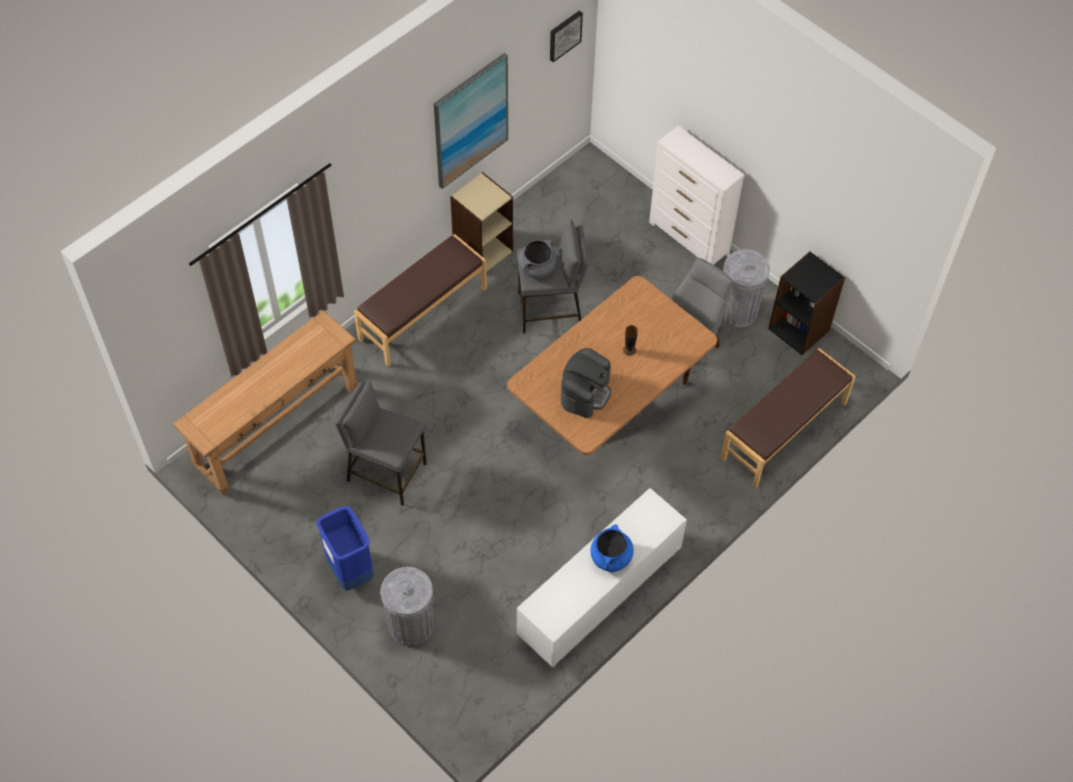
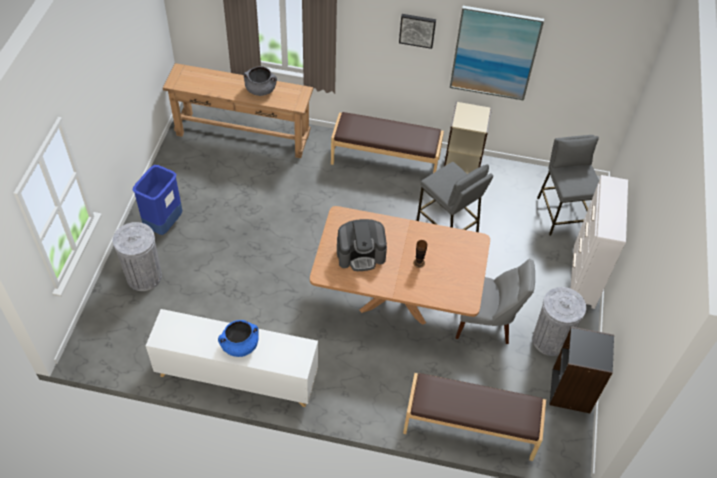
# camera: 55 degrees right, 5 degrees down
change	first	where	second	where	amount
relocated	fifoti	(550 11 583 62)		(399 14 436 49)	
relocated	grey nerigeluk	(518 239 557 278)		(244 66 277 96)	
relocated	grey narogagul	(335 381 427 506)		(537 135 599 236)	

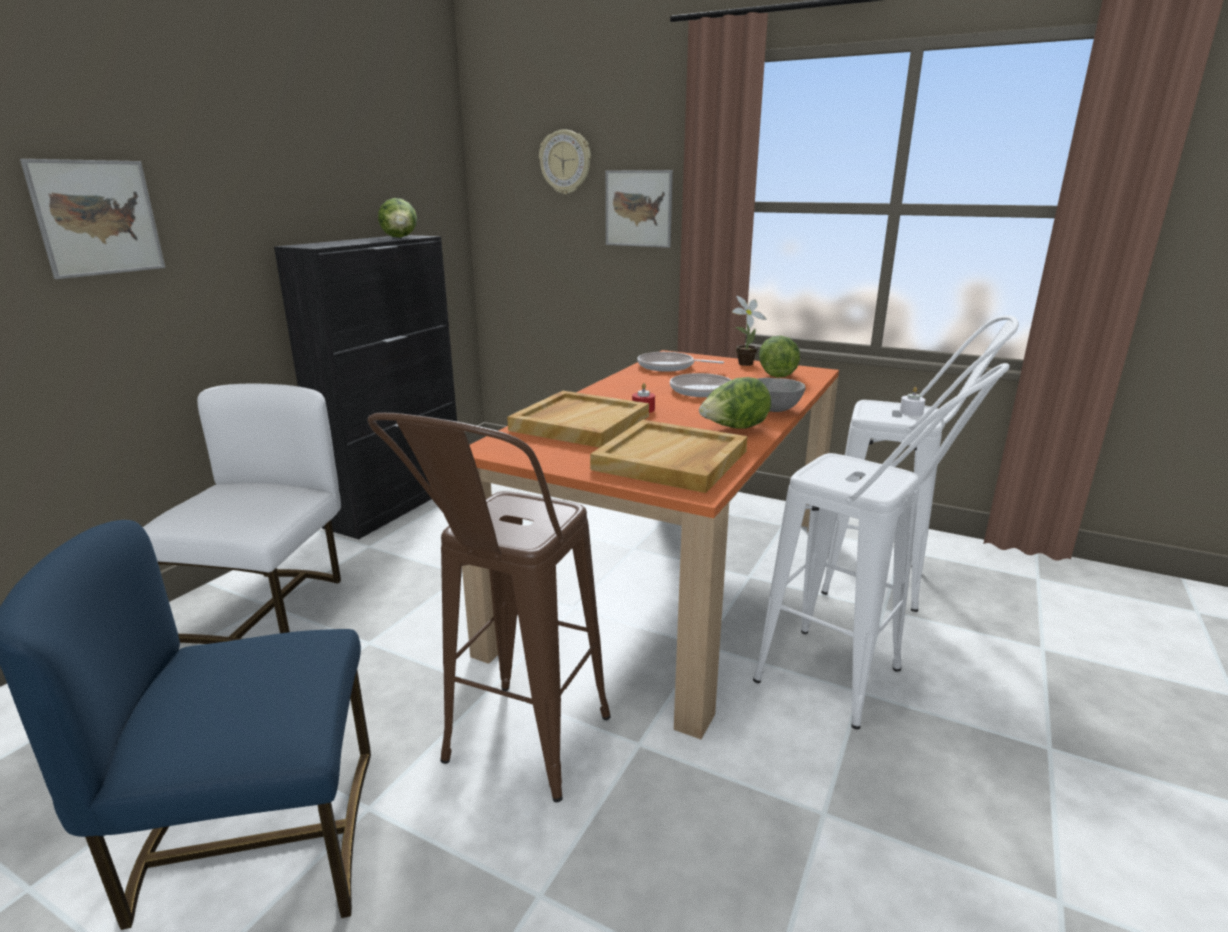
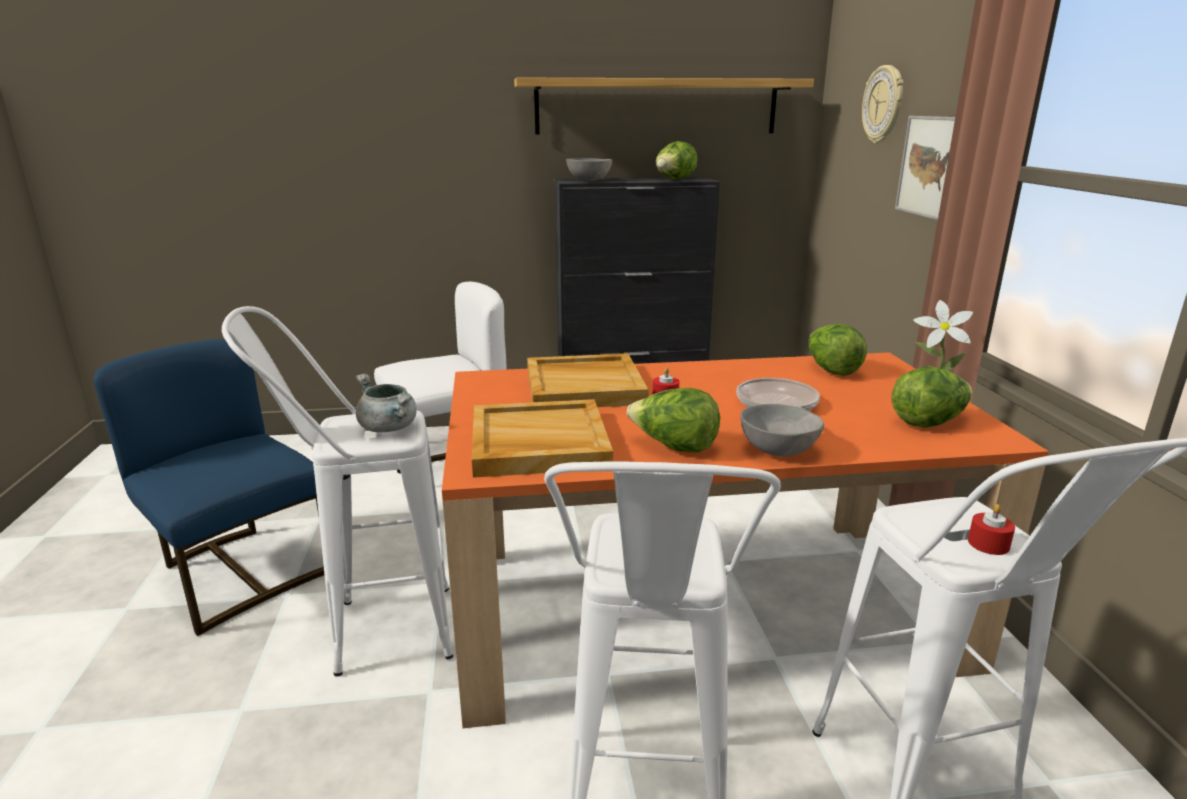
# camera: 55 degrees right, 0 degrees up
change	first	where	second	where	amount
missing	fifoti	(20 159 165 279)			
exchanged	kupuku	(637 352 724 372)	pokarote	(808 324 867 376)	
colour	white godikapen	(899 387 925 416)	red godikapen	(968 504 1015 555)	
colour	brown narogagul	(367 413 611 802)	white narogagul	(222 306 453 677)	
appeared			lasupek	(514 78 814 134)	
appeared			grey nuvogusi	(566 158 612 181)	
appeared			grey nerigeluk	(356 373 417 433)	

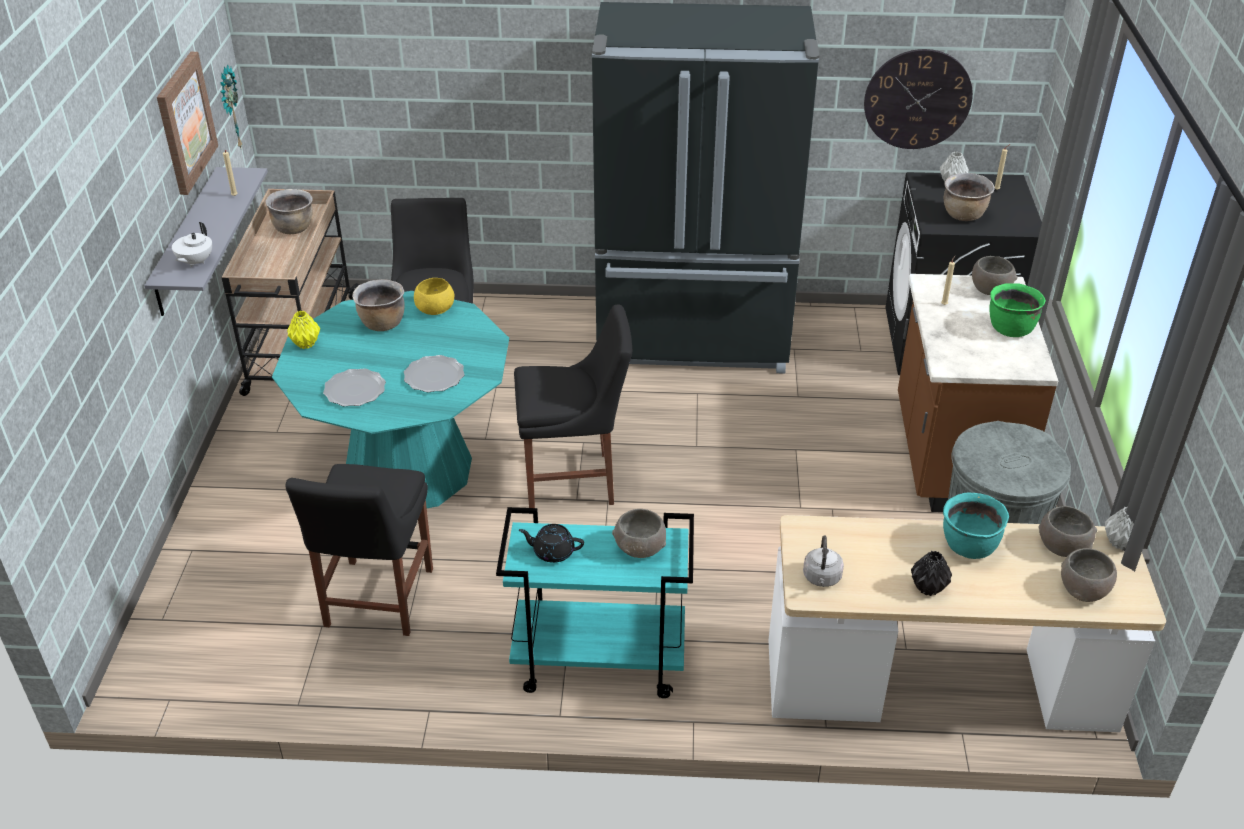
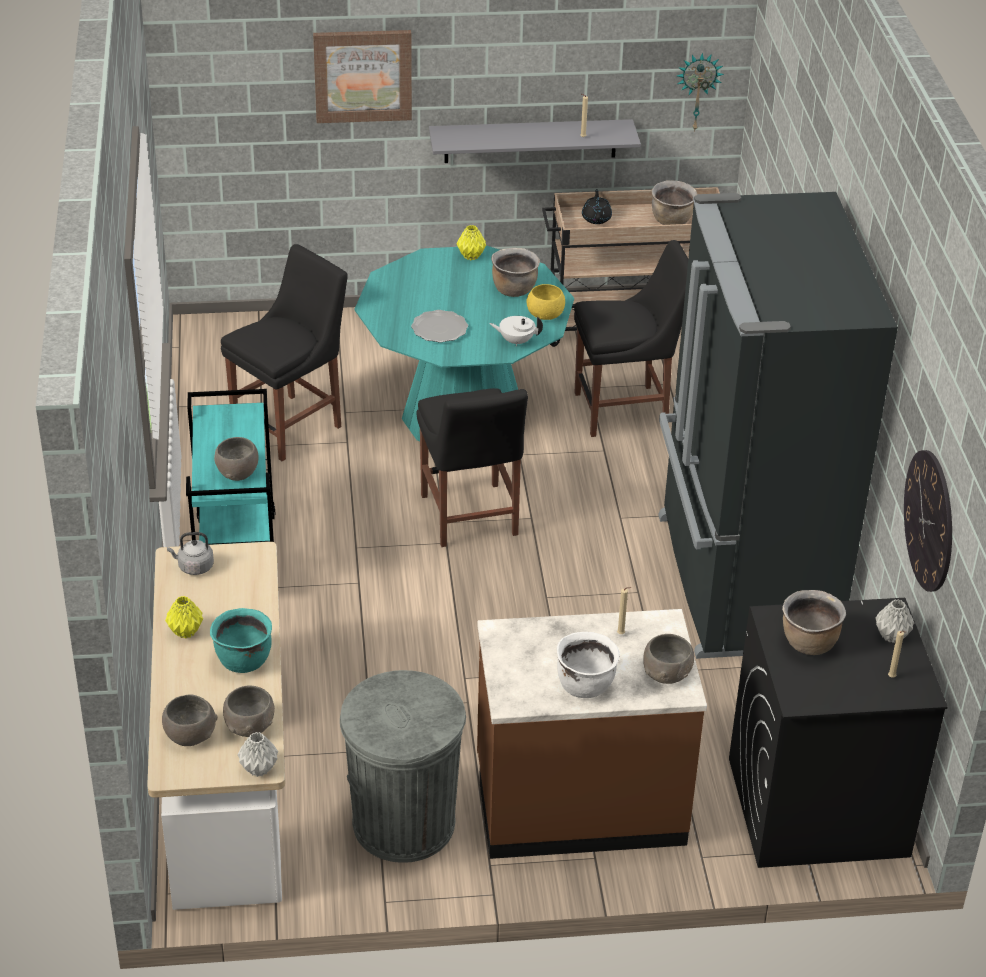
# camera: 80 degrees right, 0 degrees up
change	first	where	second	where	amount
relocated	fifoti	(157 52 218 195)		(313 30 412 123)	
relocated	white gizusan	(172 222 212 267)		(489 316 543 346)	
colour	green nerigeluk	(989 283 1046 337)	white nerigeluk	(557 632 620 698)	
missing	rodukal	(323 368 386 407)			
spun	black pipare	(285 464 433 636)		(221 244 348 461)	135 degrees clockwise
relocated	black gizusan	(519 524 584 563)		(582 189 612 224)	
colour	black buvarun	(911 551 952 596)	yellow buvarun	(165 596 203 639)	

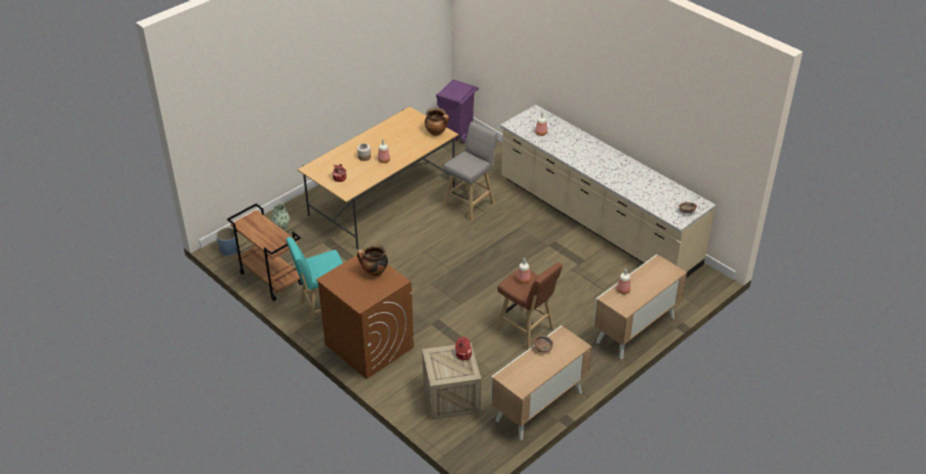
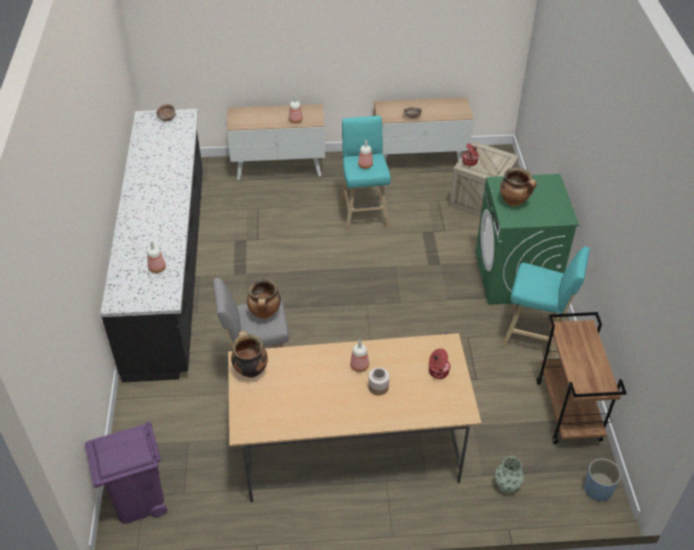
# camera: 140 degrees left, 5 degrees up
change	first	where	second	where	amount
colour	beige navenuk	(500 105 716 278)	black navenuk	(100 109 203 383)	
colour	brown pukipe	(316 254 414 379)	green pukipe	(475 174 579 305)	
colour	brown narogagul	(495 262 562 350)	turquoise narogagul	(340 116 391 232)	
appeared			nerigeluk	(247 278 281 319)	

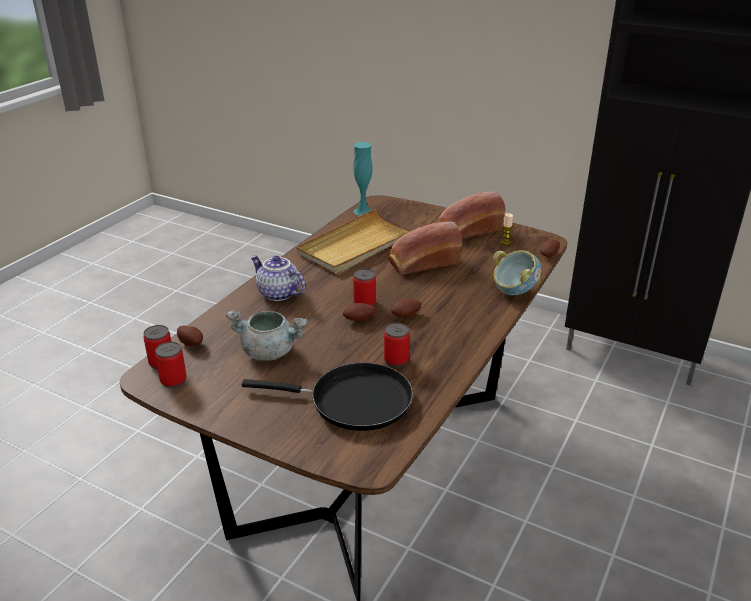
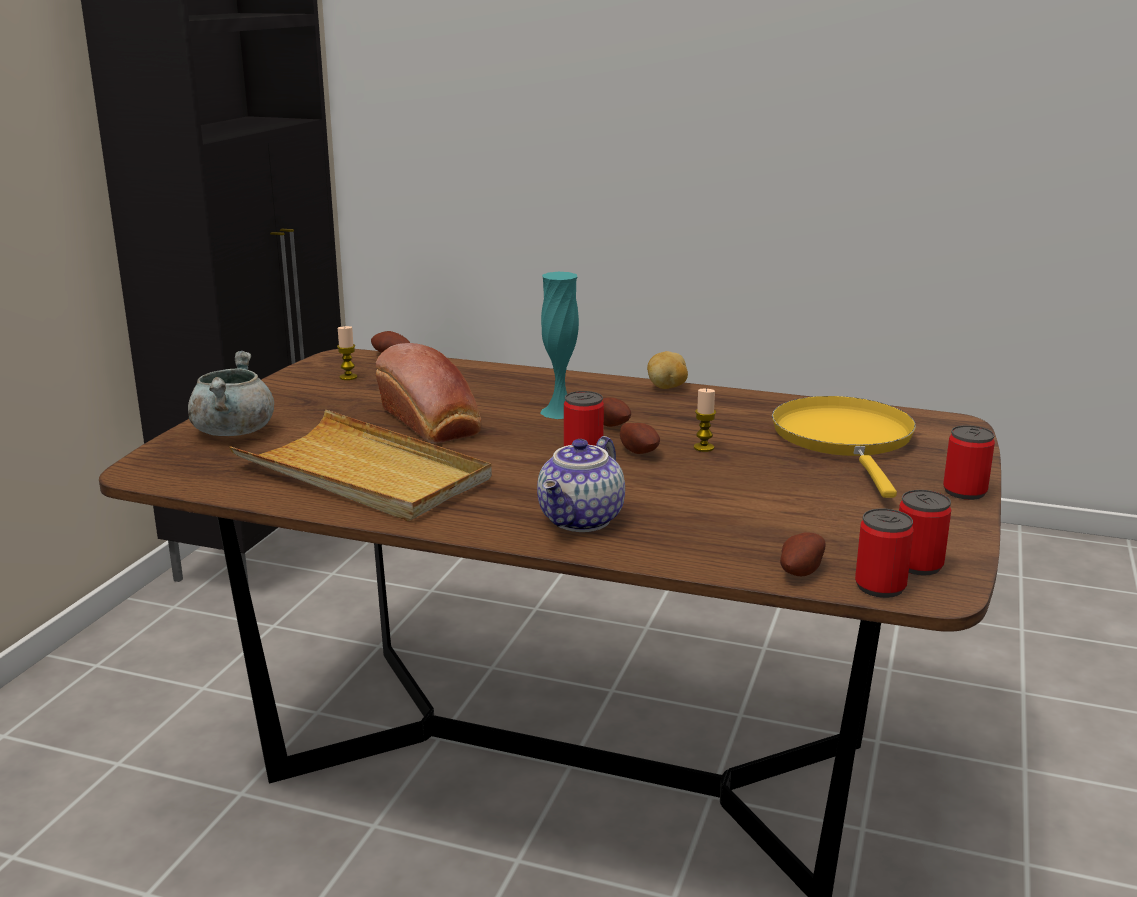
# camera: 100 degrees left, 10 degrees down
change	first	where	second	where	amount
relocated	turquoise buvarun	(353 142 373 216)		(540 272 579 419)	
missing	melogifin	(438 191 505 239)			
missing	nuvogusi	(493 250 541 295)			
relocated	grey nerigeluk	(226 310 308 361)		(188 351 274 436)	
relocated	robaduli	(384 323 410 367)		(943 425 995 500)	
colour	black kupuku	(242 362 413 431)	yellow kupuku	(772 396 916 498)	
appeared			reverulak	(647 351 688 389)	
appeared			godikapen	(694 388 716 452)	

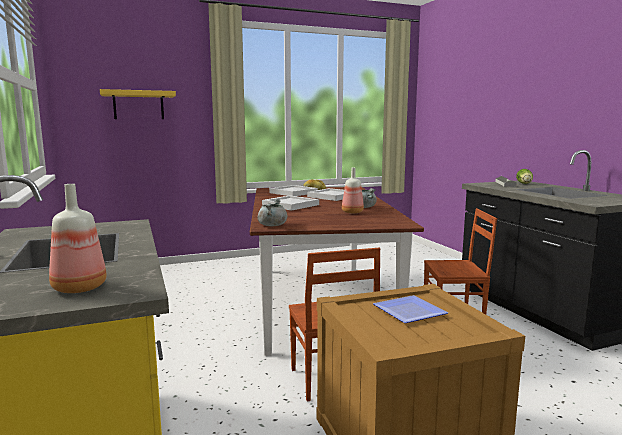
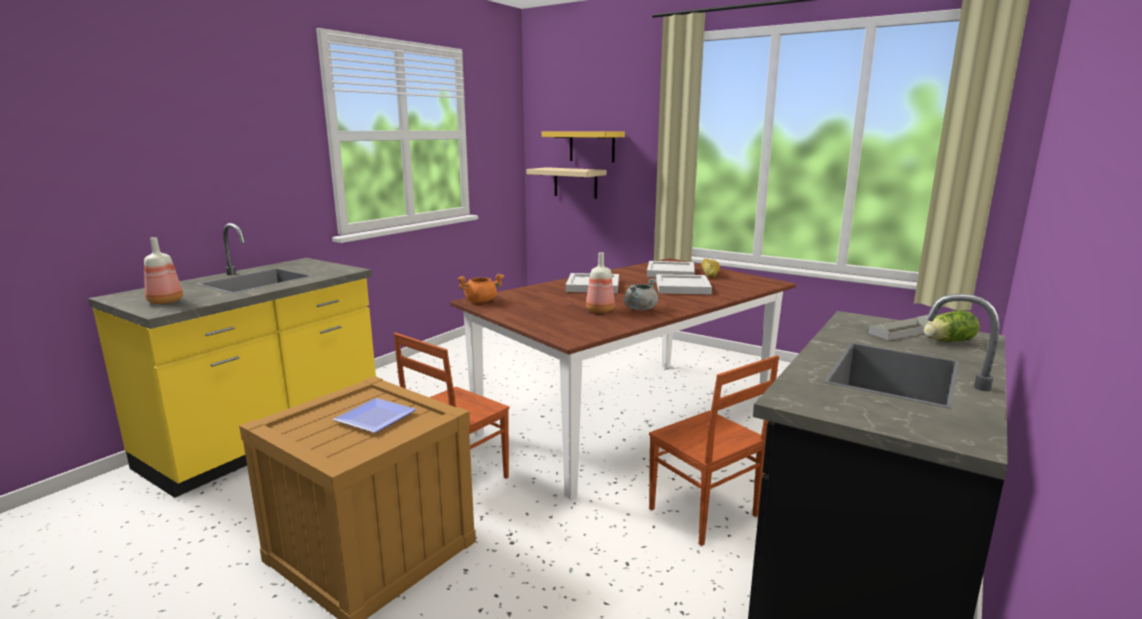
# camera: 55 degrees right, 5 degrees up
change	first	where	second	where	amount
colour	grey nerigeluk	(257 199 287 226)	orange nerigeluk	(457 274 504 303)	
appeared			beige lasupek	(526 167 607 199)	

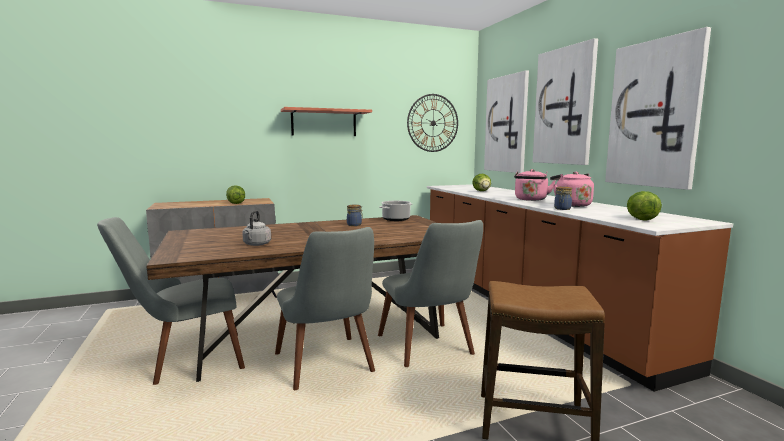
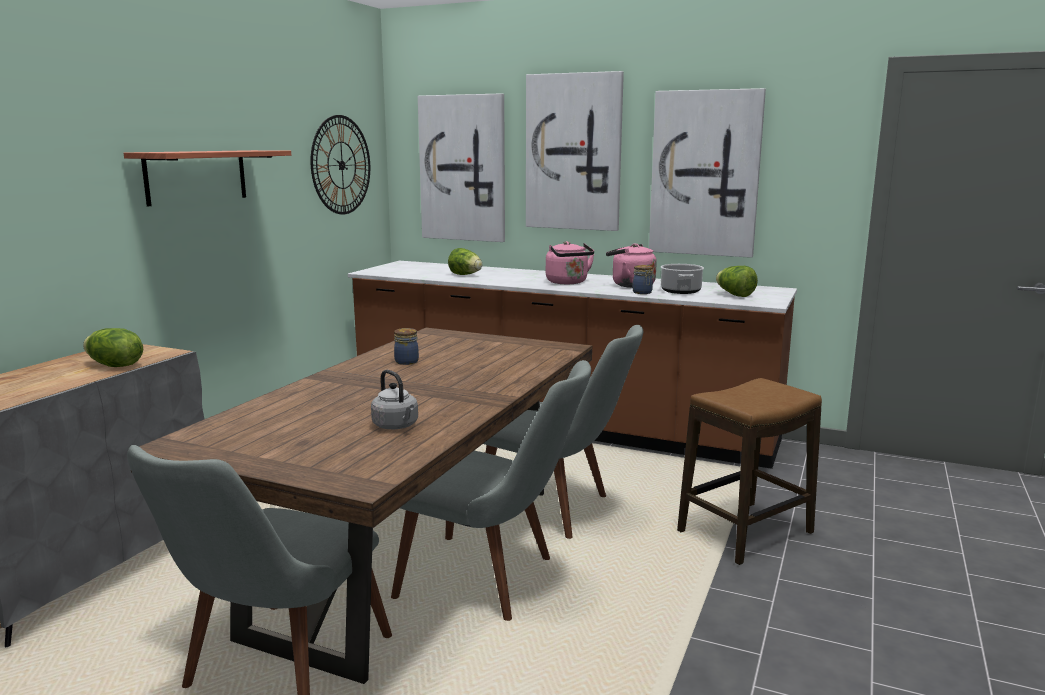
# camera: 45 degrees left, 5 degrees up
change	first	where	second	where	amount
relocated	nerigeluk	(379 201 412 221)		(661 264 704 294)	

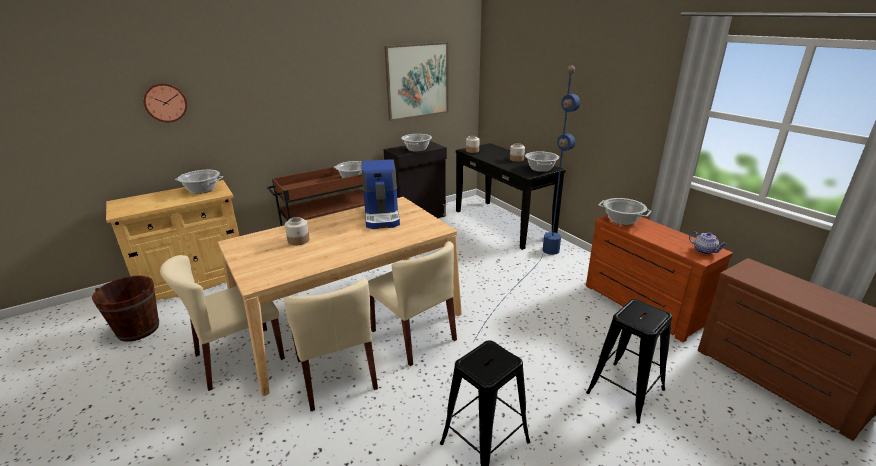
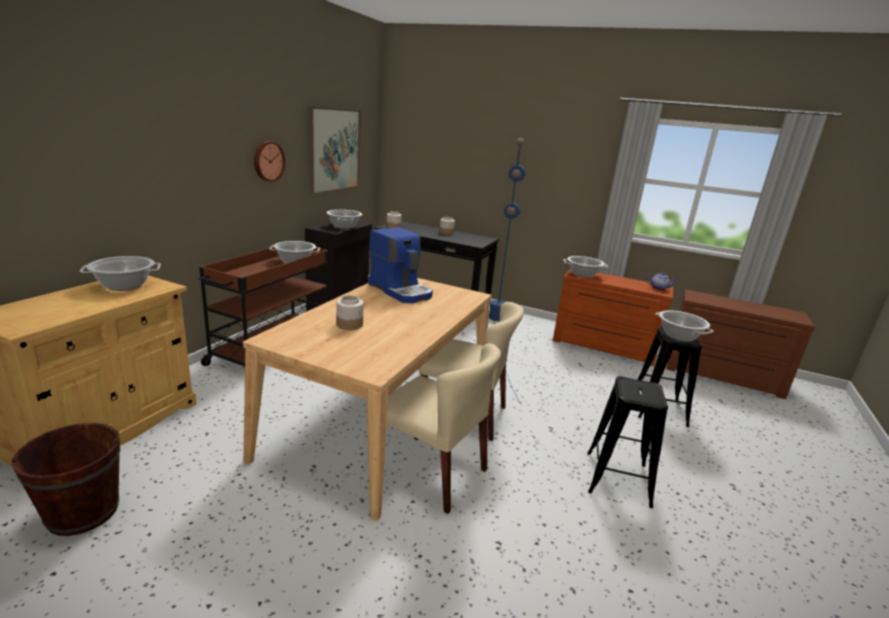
# camera: 35 degrees left, 5 degrees down
change	first	where	second	where	amount
relocated	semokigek	(143 83 187 122)		(254 141 285 182)	
relocated	nerigeluk	(525 151 559 172)		(655 311 714 342)	
missing	beige pipare	(160 255 285 391)			

